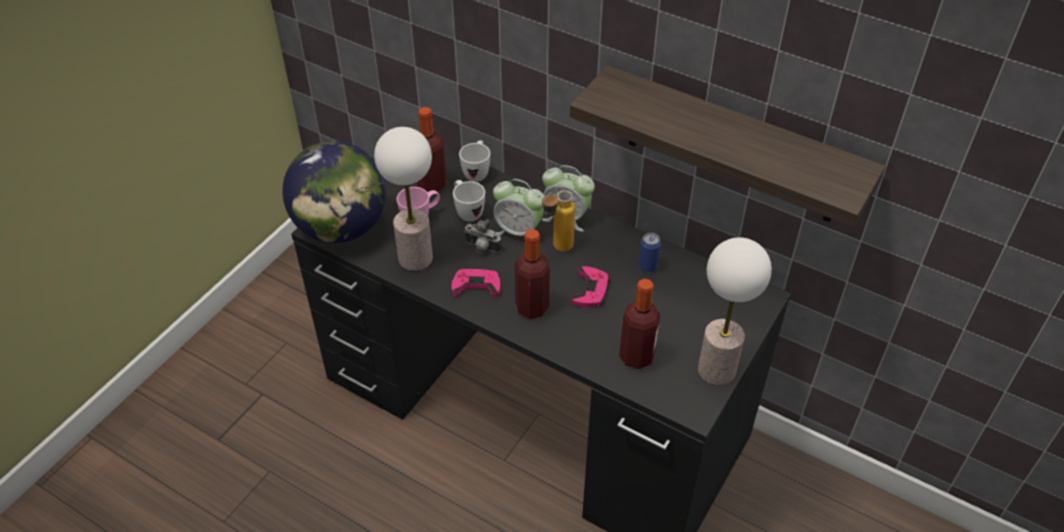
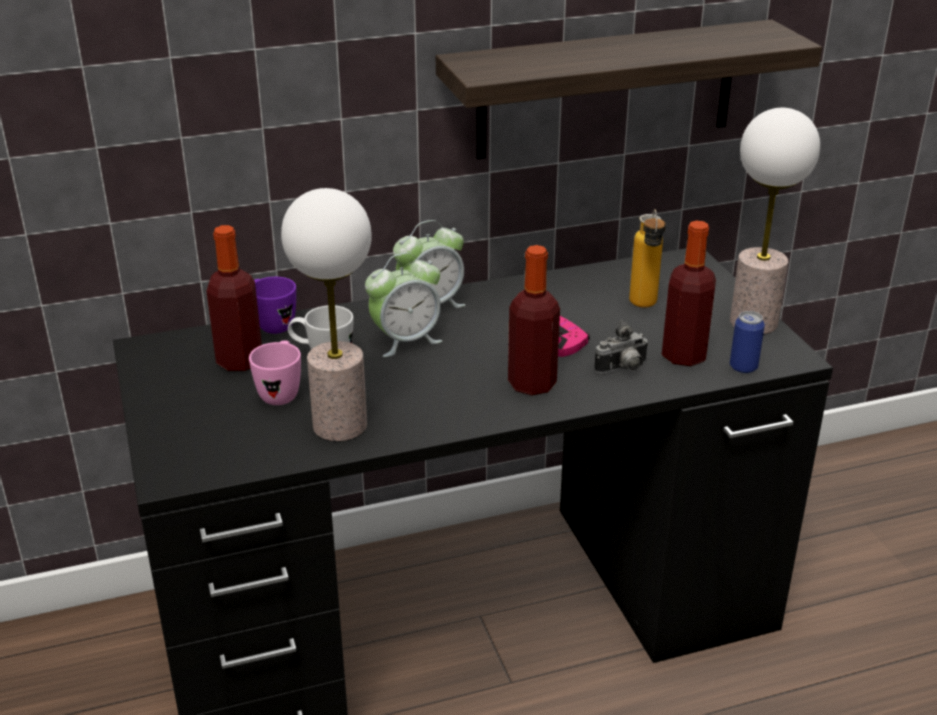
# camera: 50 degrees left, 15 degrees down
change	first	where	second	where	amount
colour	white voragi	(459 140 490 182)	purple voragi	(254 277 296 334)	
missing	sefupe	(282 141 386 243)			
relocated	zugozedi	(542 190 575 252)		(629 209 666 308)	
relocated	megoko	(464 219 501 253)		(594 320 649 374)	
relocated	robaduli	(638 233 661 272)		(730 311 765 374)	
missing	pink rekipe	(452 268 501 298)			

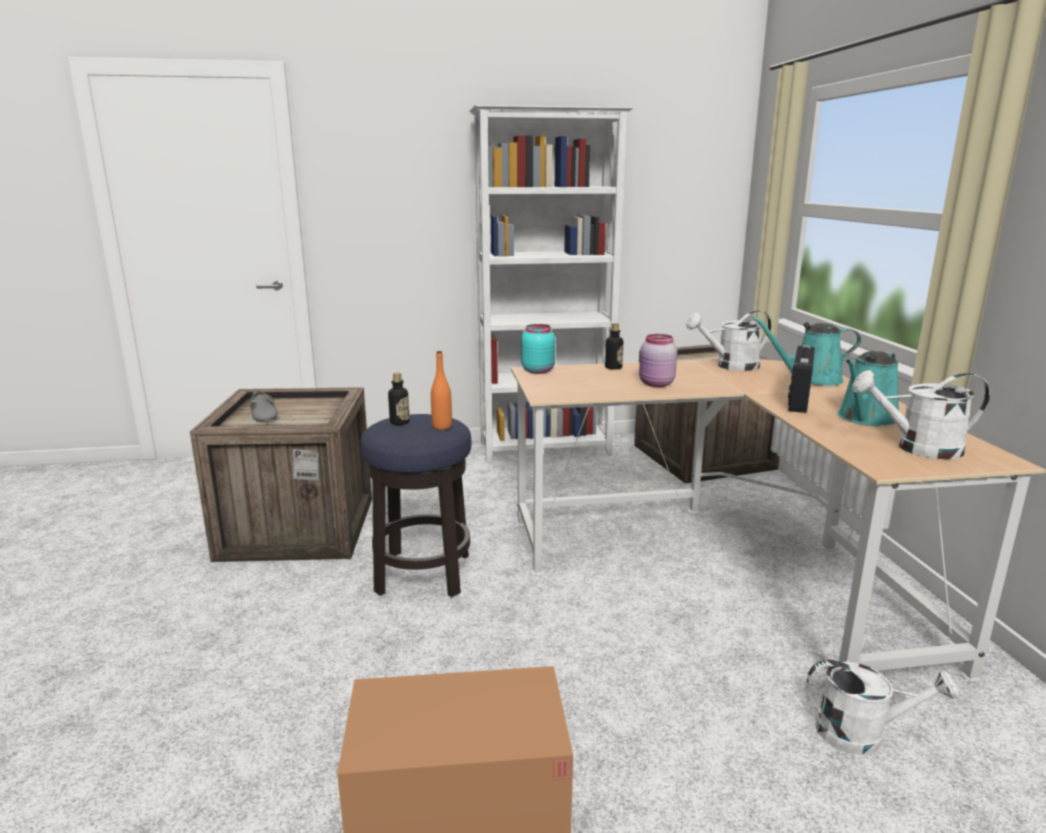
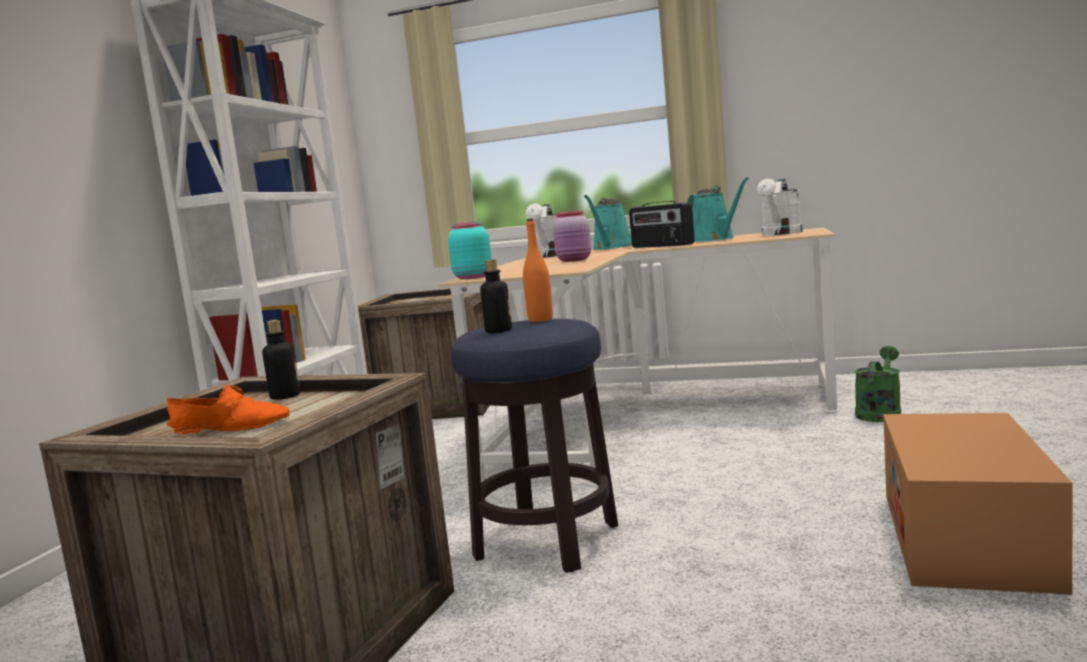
# camera: 65 degrees left, 10 degrees down
change	first	where	second	where	amount
relocated	zugozedi	(605 323 623 370)		(262 320 300 400)	
colour	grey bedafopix	(250 390 278 422)	orange bedafopix	(167 385 290 434)	
colour	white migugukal	(807 660 959 755)	green migugukal	(855 346 901 422)	

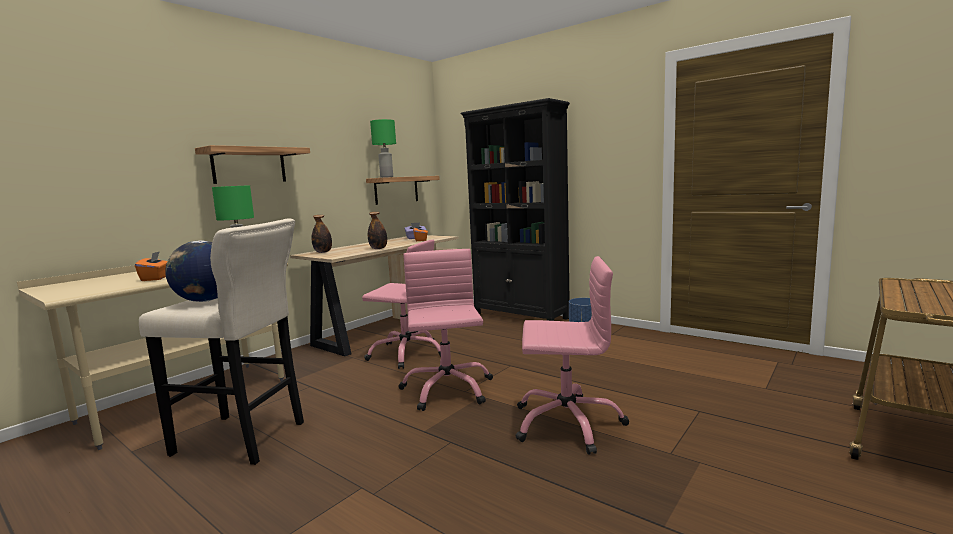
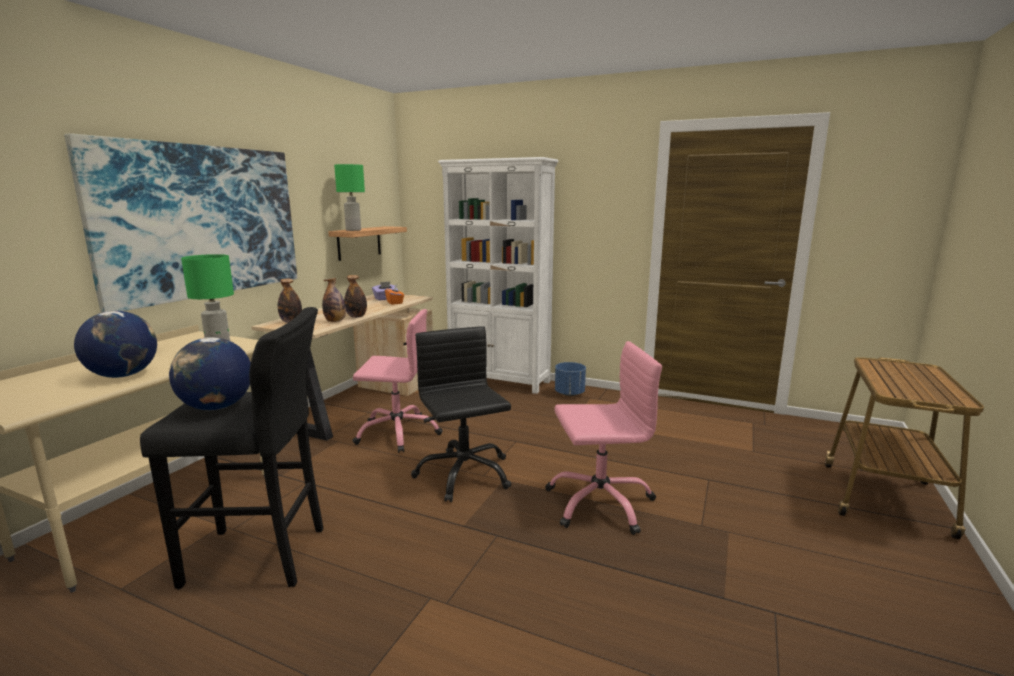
# camera: 15 degrees left, 5 degrees up
change	first	where	second	where	amount
colour	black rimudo	(461 98 570 321)	white rimudo	(438 157 559 394)	
exchanged	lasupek	(195 145 310 184)	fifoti	(64 133 297 313)	
colour	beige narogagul	(139 219 304 465)	black narogagul	(140 307 323 590)	
colour	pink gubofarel	(399 249 493 411)	black gubofarel	(411 326 511 502)	
exchanged	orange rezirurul	(135 251 167 281)	sefupe	(74 311 157 378)	
appeared			zugozedi	(322 278 346 322)	

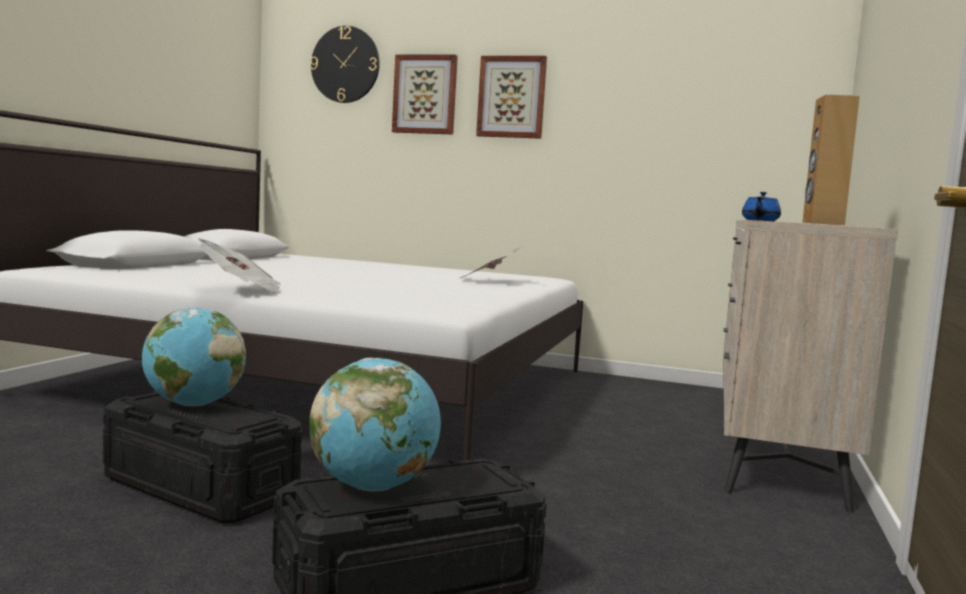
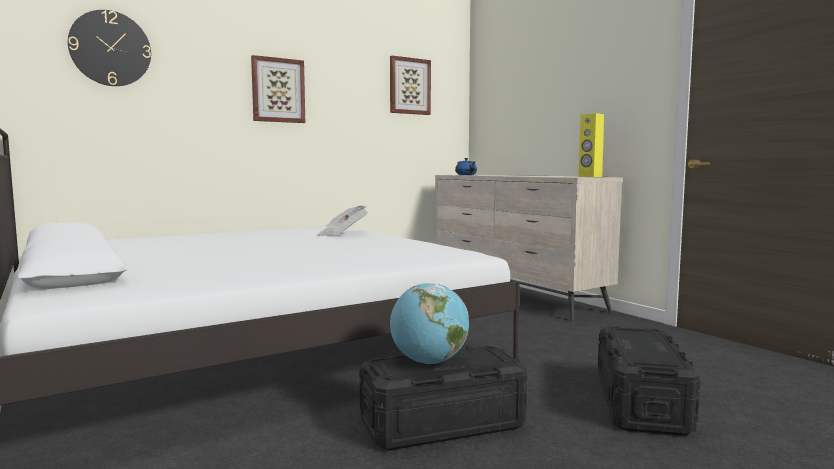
# camera: 50 degrees left, 0 degrees up
change	first	where	second	where	amount
relocated	fifoti	(392 55 458 135)		(390 55 431 115)	
colour	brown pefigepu	(802 95 860 225)	yellow pefigepu	(579 113 604 177)	
missing	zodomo	(198 238 281 294)			
missing	sefupe	(309 358 441 491)			

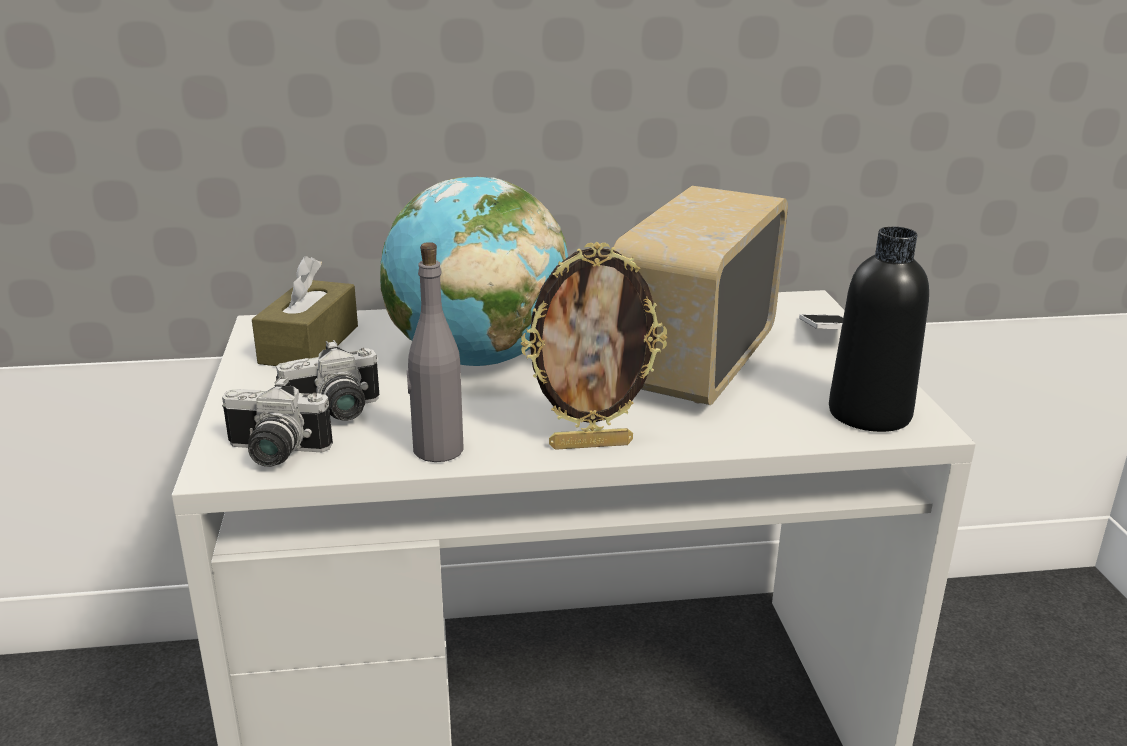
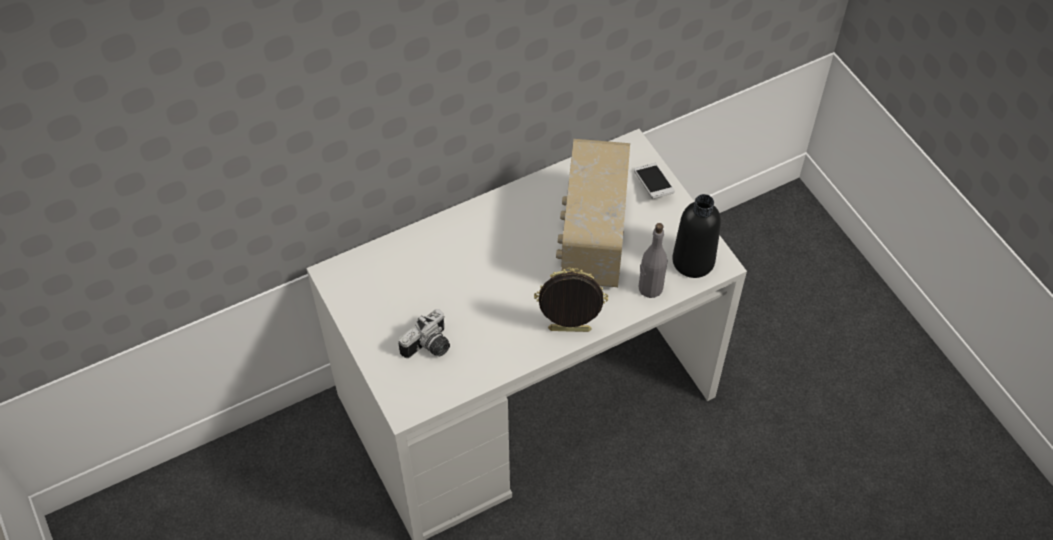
# camera: 20 degrees left, 30 degrees up
change	first	where	second	where	amount
missing	sefupe	(380 176 568 366)			
spun	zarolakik	(521 241 667 450)		(534 268 608 332)	150 degrees counterclockwise
relocated	grey zugozedi	(407 242 464 462)		(638 223 667 298)	
missing	brown rezirurul	(252 256 358 366)			
missing	megoko	(222 377 333 467)			

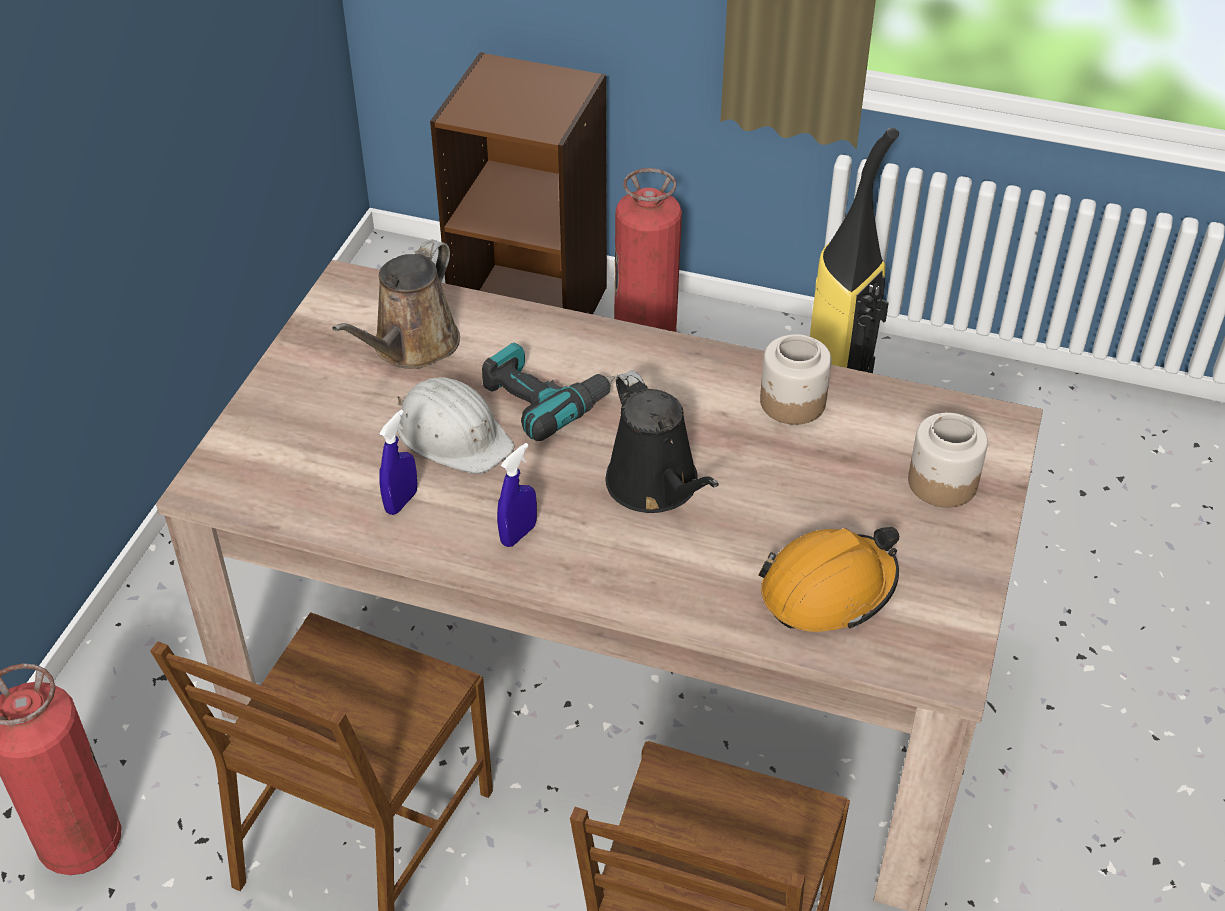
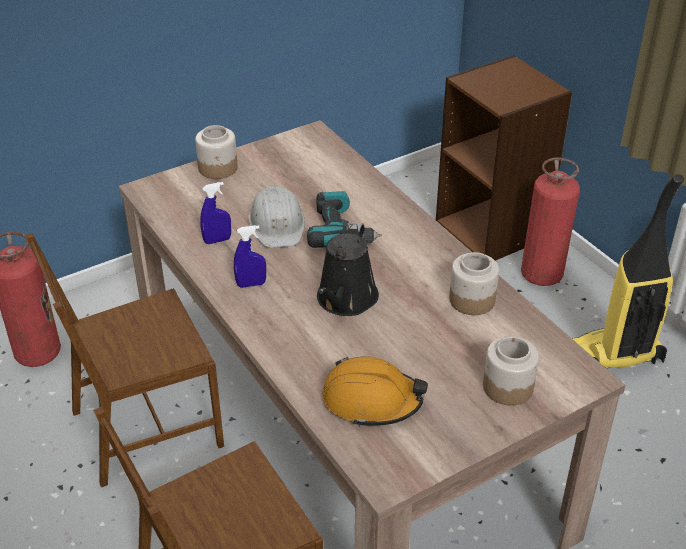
# camera: 40 degrees right, 5 degrees down
change	first	where	second	where	amount
missing	brown migugukal	(332 240 460 369)			
appeared			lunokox	(195 125 238 179)	

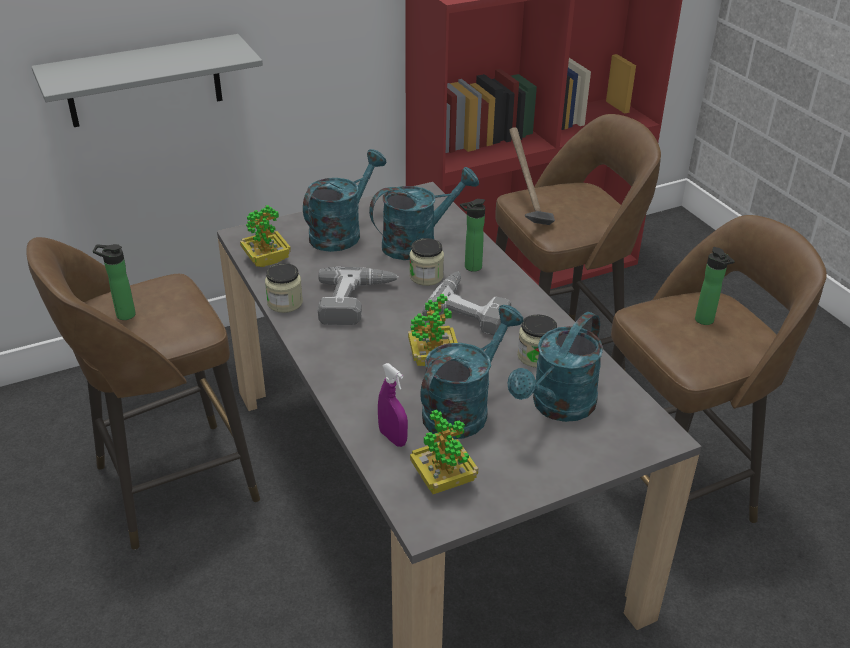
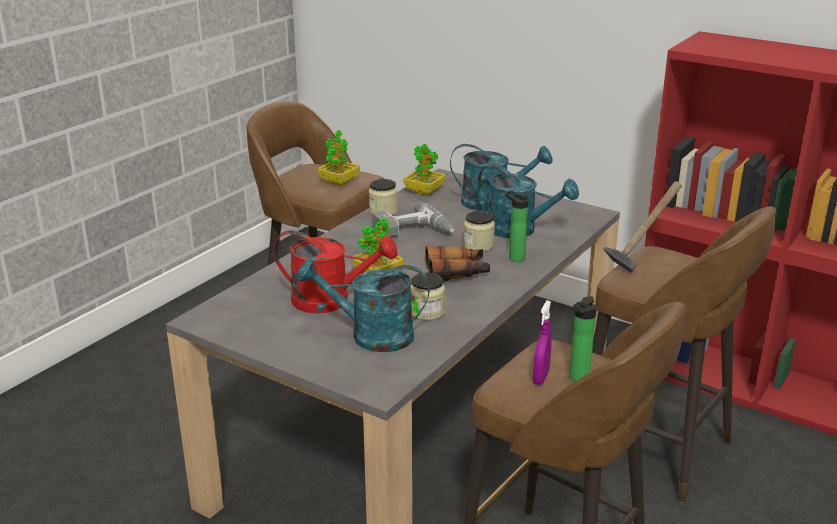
# camera: 60 degrees right, 10 degrees down
change	first	where	second	where	amount
missing	grey lasupek	(31 34 263 127)			
missing	zugozedi	(93 244 136 320)			
exchanged	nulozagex	(422 271 511 335)	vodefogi	(425 246 490 281)	
colour	turquoise migugukal	(420 305 523 439)	red migugukal	(274 230 397 313)	
relocated	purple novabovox	(378 363 408 447)		(533 300 552 385)	
relocated	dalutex	(410 410 478 494)		(318 130 360 186)	

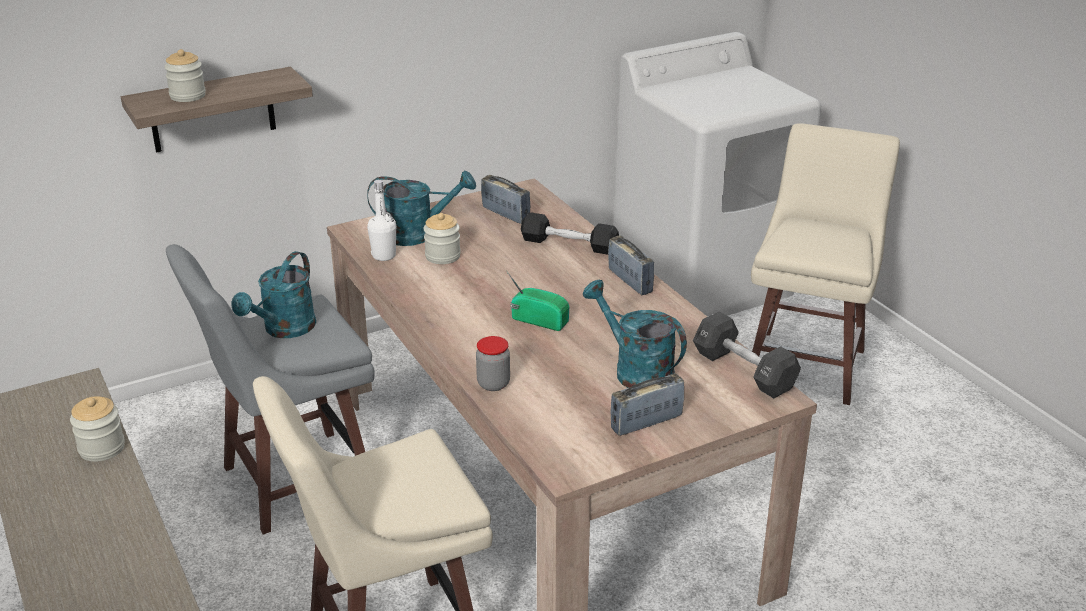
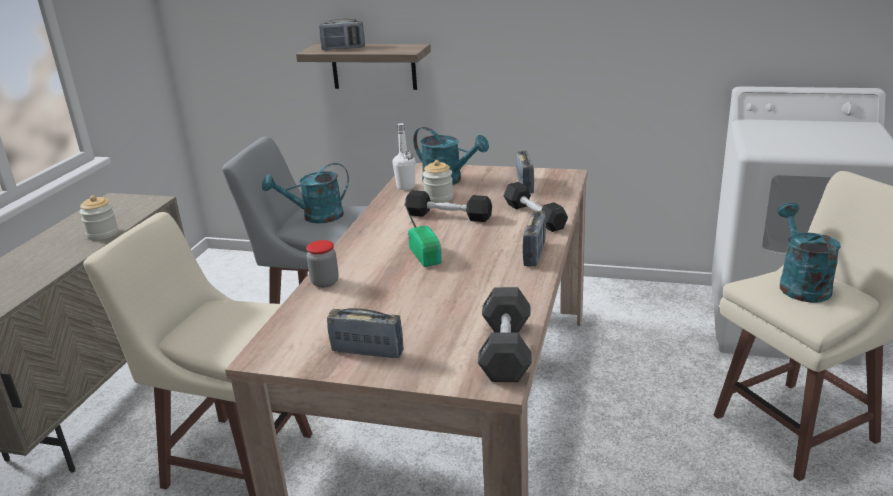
# camera: 45 degrees right, 5 degrees down
change	first	where	second	where	amount
exchanged	lunokox	(164 49 206 102)	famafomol	(319 18 365 50)	
relocated	turquoise migugukal	(583 279 687 388)		(778 202 841 303)	
appeared			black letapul	(405 190 492 222)	

